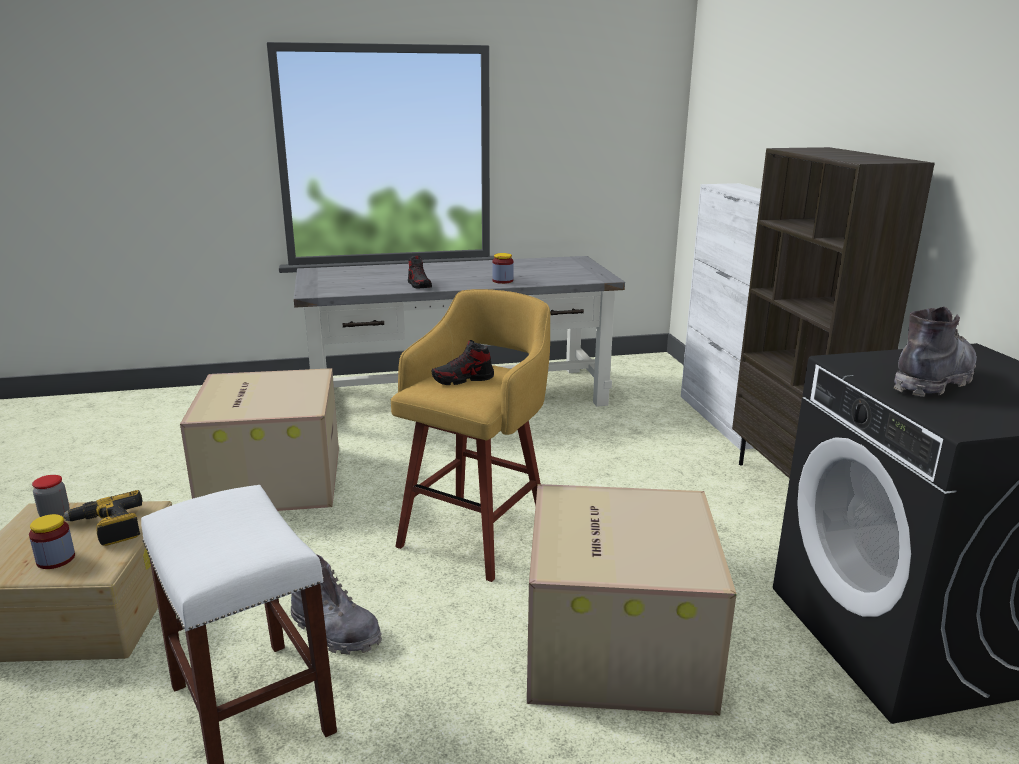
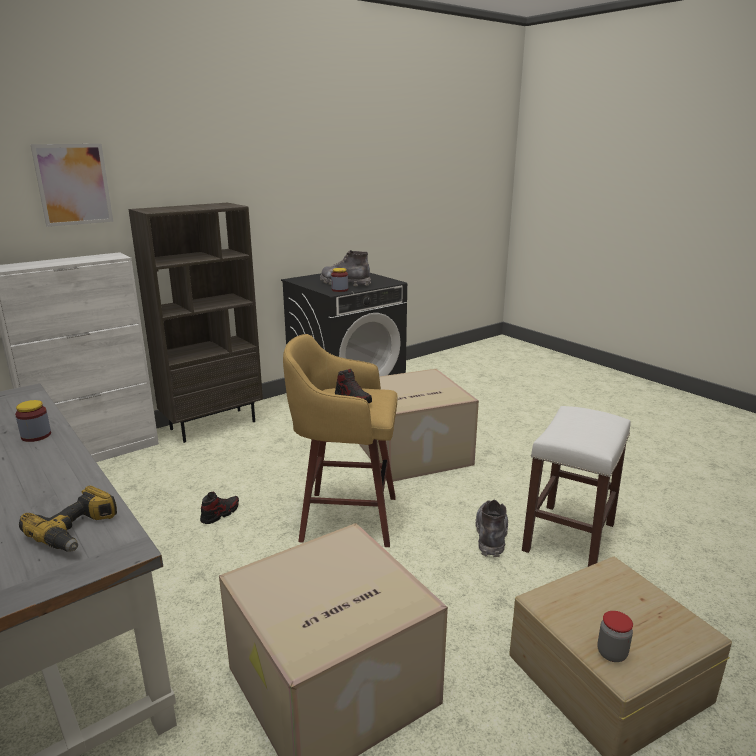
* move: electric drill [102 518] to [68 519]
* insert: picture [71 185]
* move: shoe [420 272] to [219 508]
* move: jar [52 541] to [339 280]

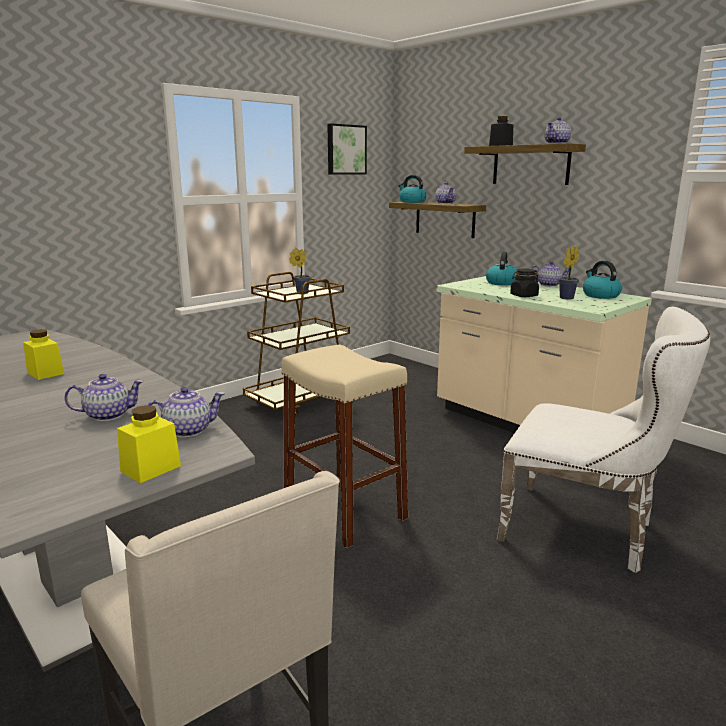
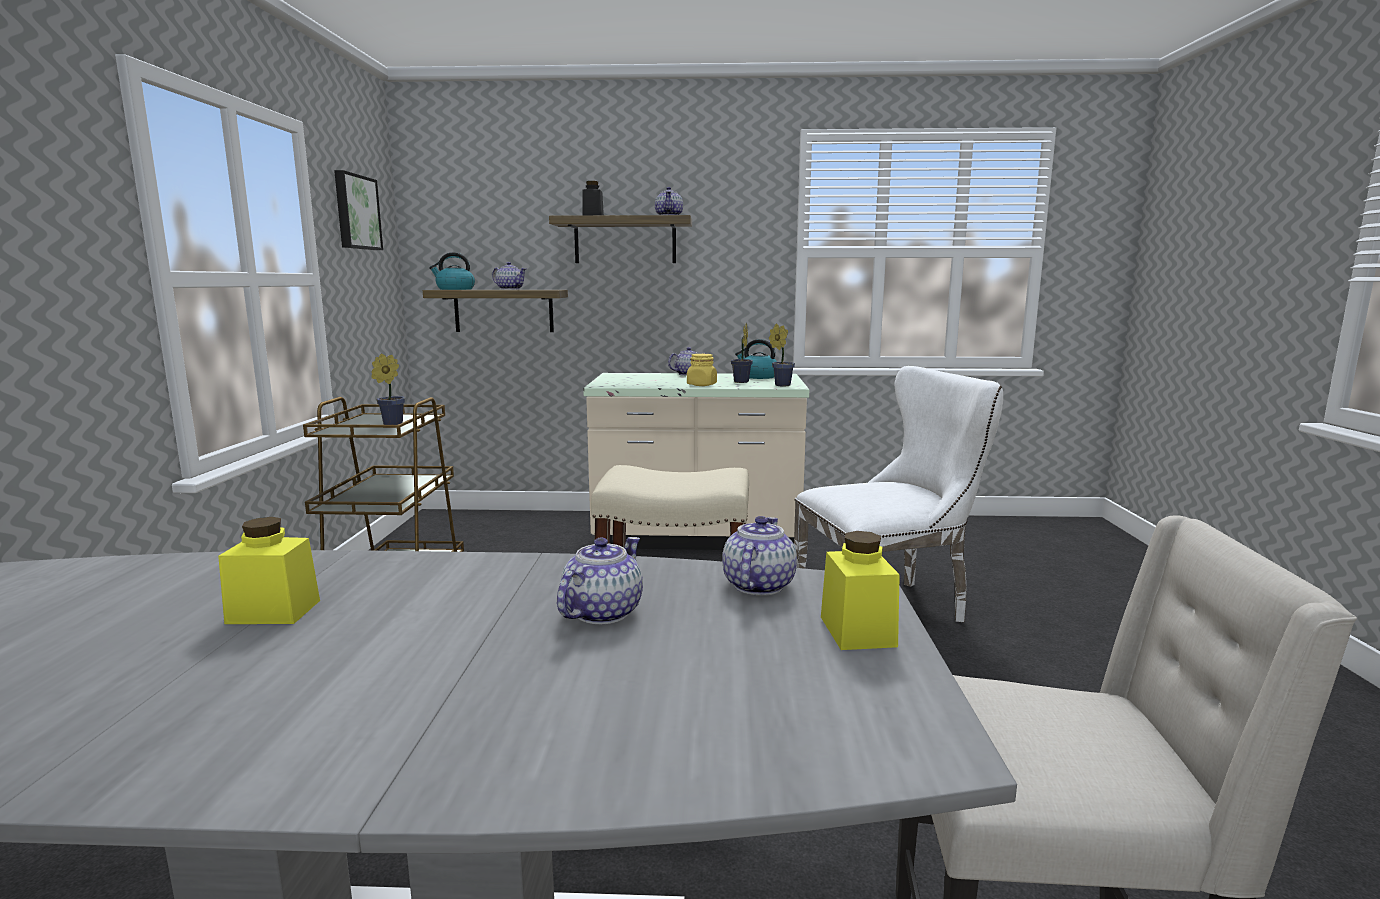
* recolor: blackish jar [524 283] to yellowish jar [702 370]
* insert: potted plant [782 355]
* delete: tea kettle [501 268]

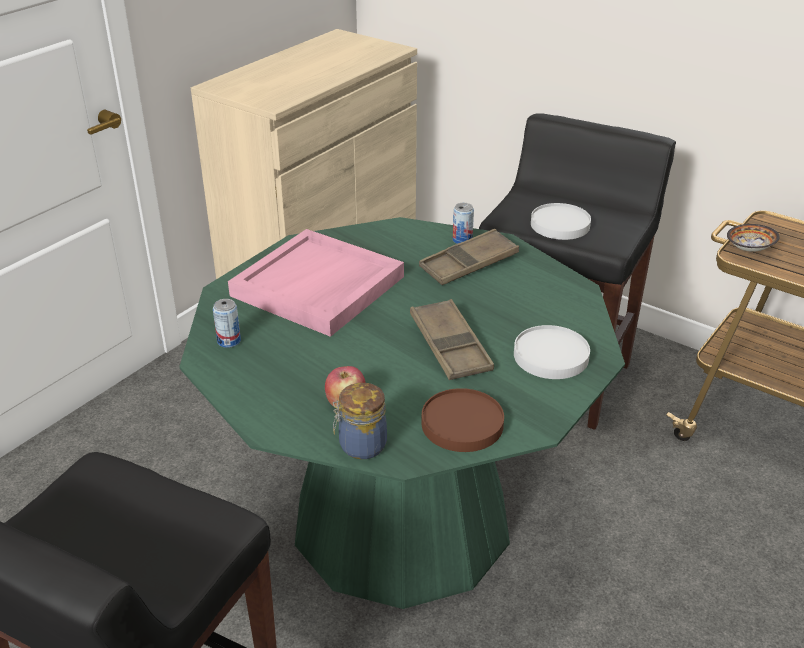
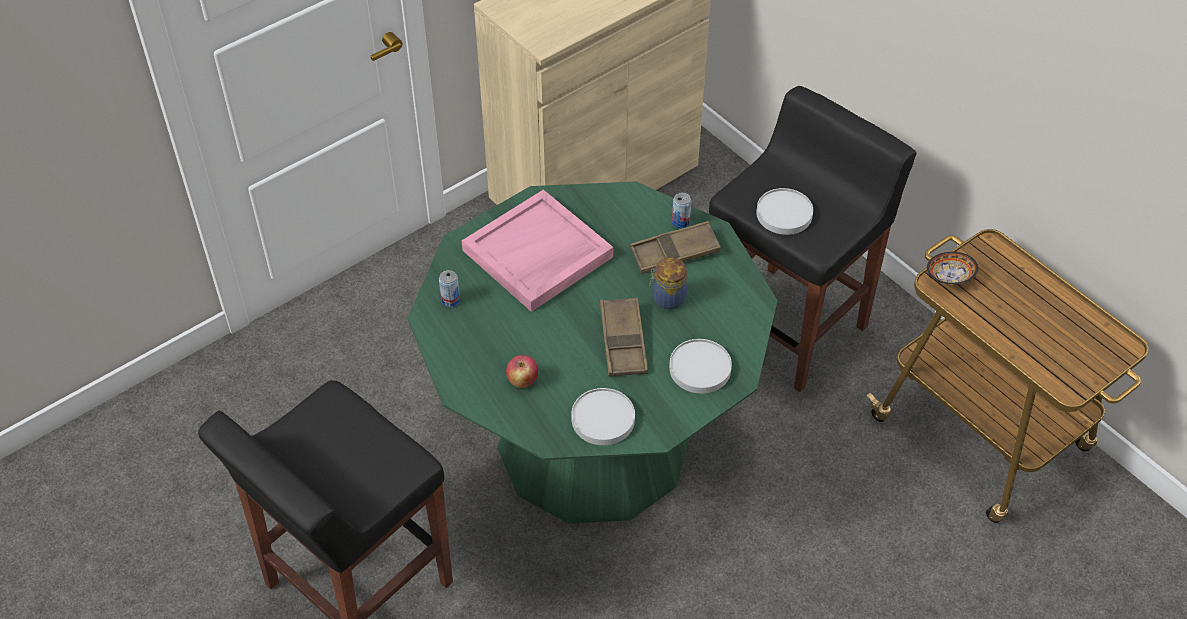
* recolor: brown flat dish [462 420] to white flat dish [603 416]
* move: jar [360 421] to [668 283]

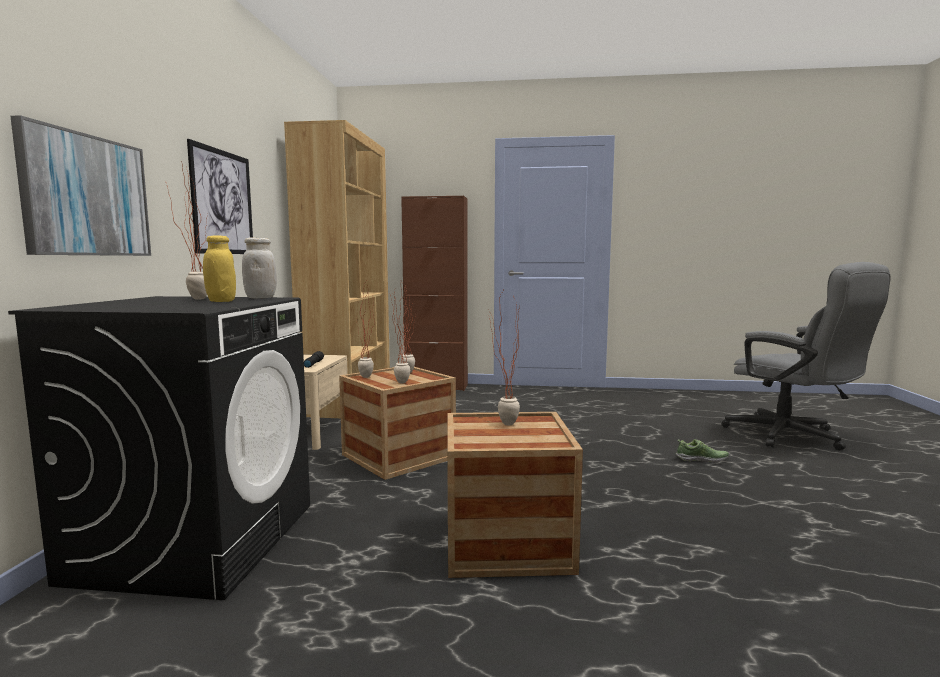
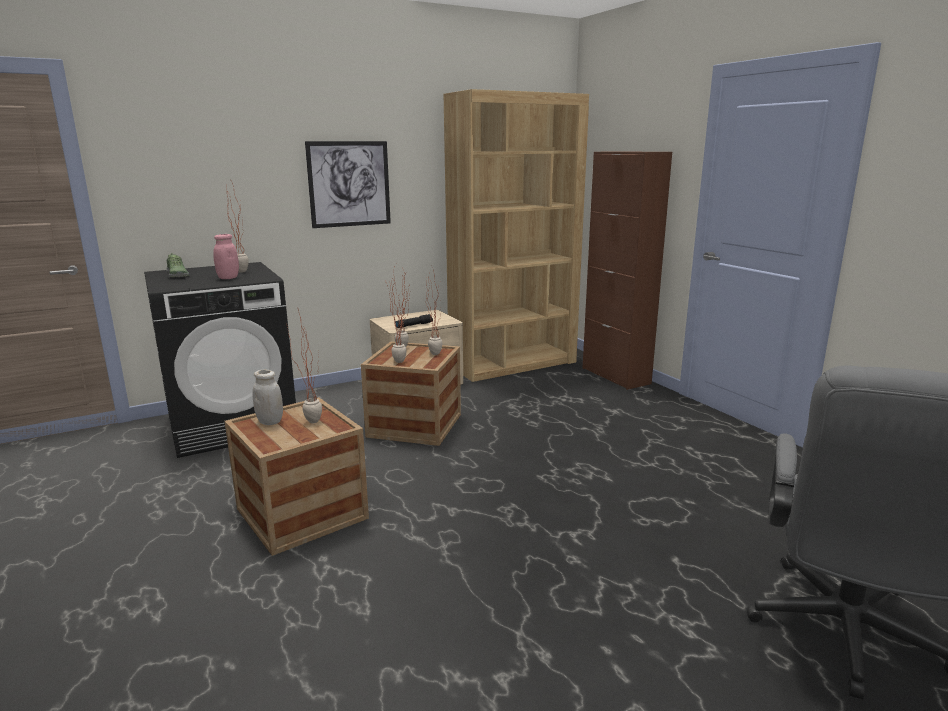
* move: shoe [702 451] to [178 265]
* recolor: yellowish jar [219 268] to pink-coloured jar [226 256]
* move: white jar [259 267] to [267 397]
* delete: picture [80 185]

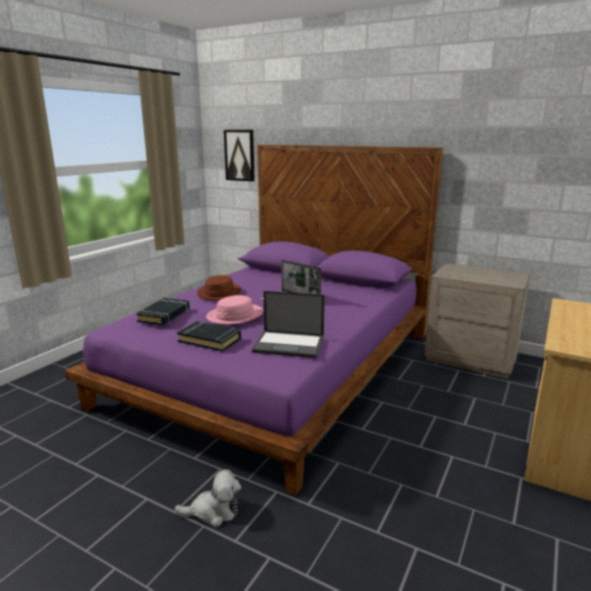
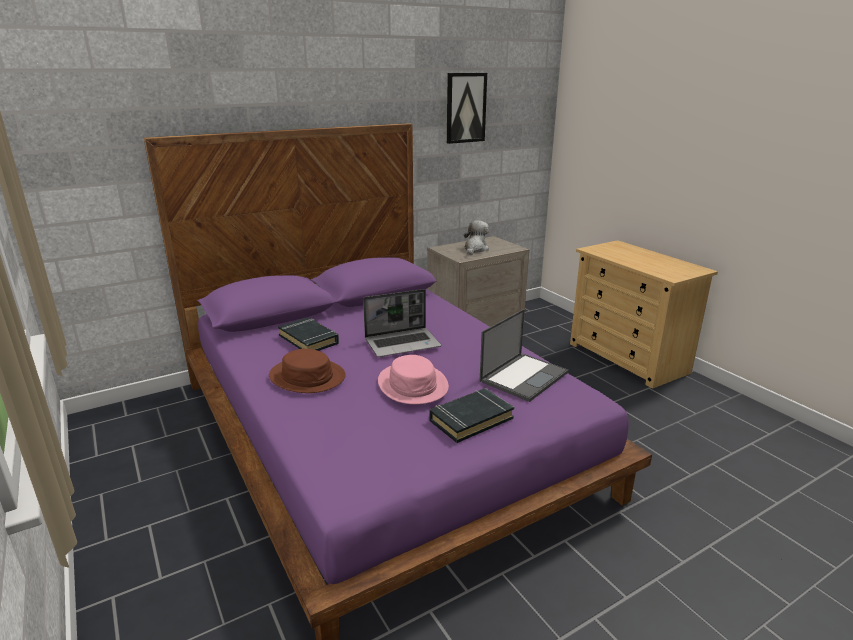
* move: blackish bound book [163 312] to [308 334]
* move: picture [239 155] to [467 108]
* move: plush toy [207 498] to [476 237]

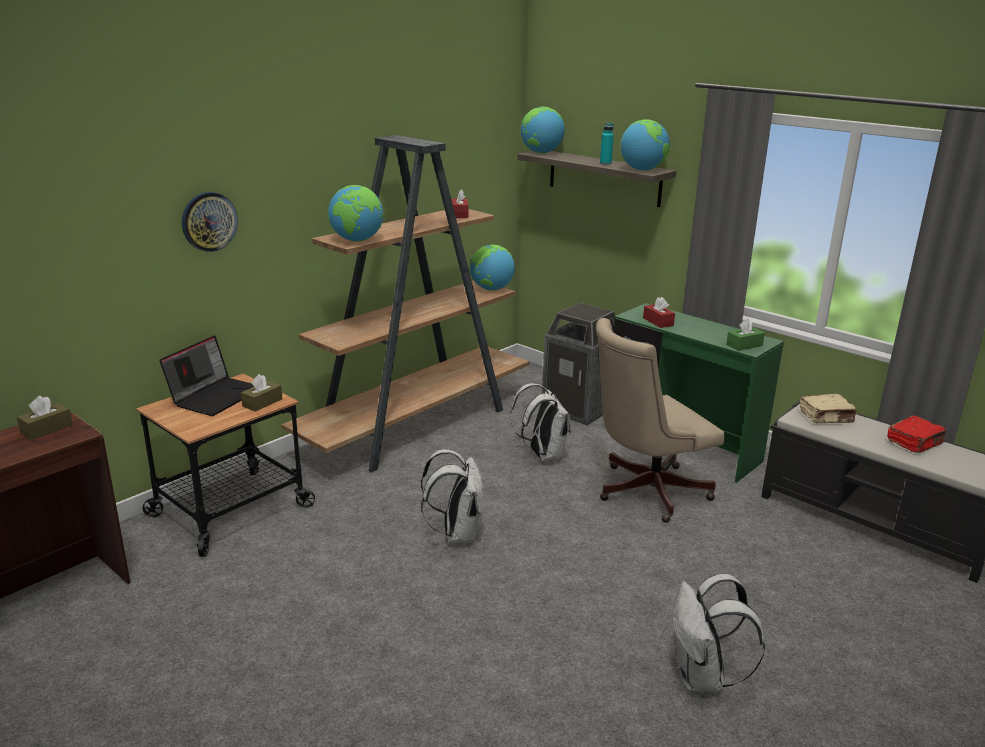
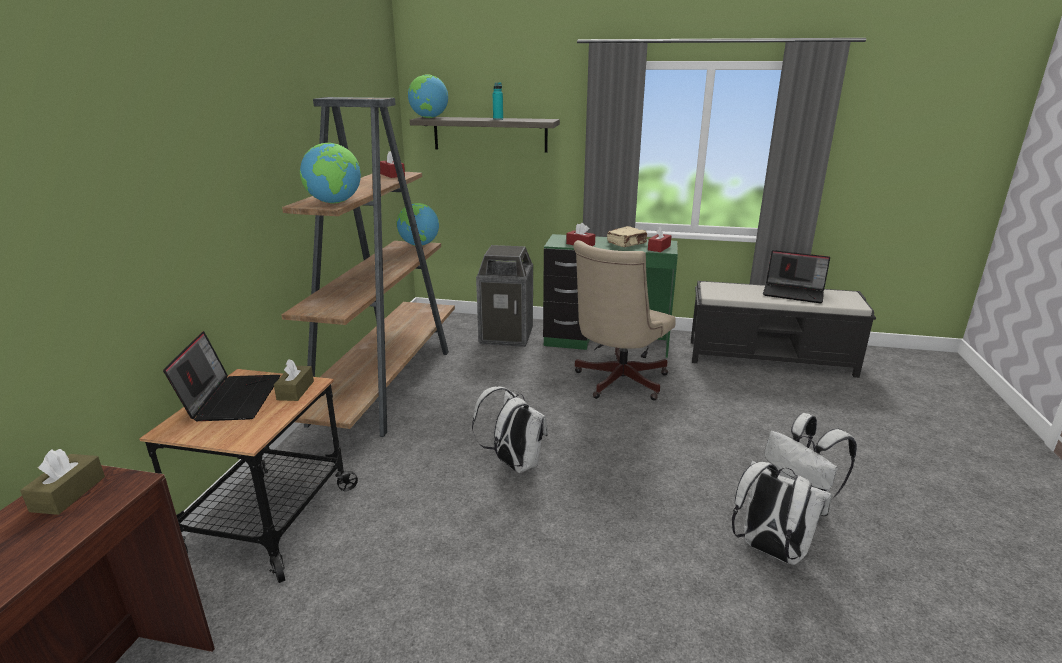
* move: beige-coloured bound book [828 408] to [627 236]
* recolor: green-coloured tissue holder [745 335] to reddish tissue holder [659 239]
* move: white knapsack [540 422] to [782 512]
* replace: reddish bound book [916 434] to laptop [796 276]
* delete: hanging clock [210 222]
* delete: desk globe [645 145]

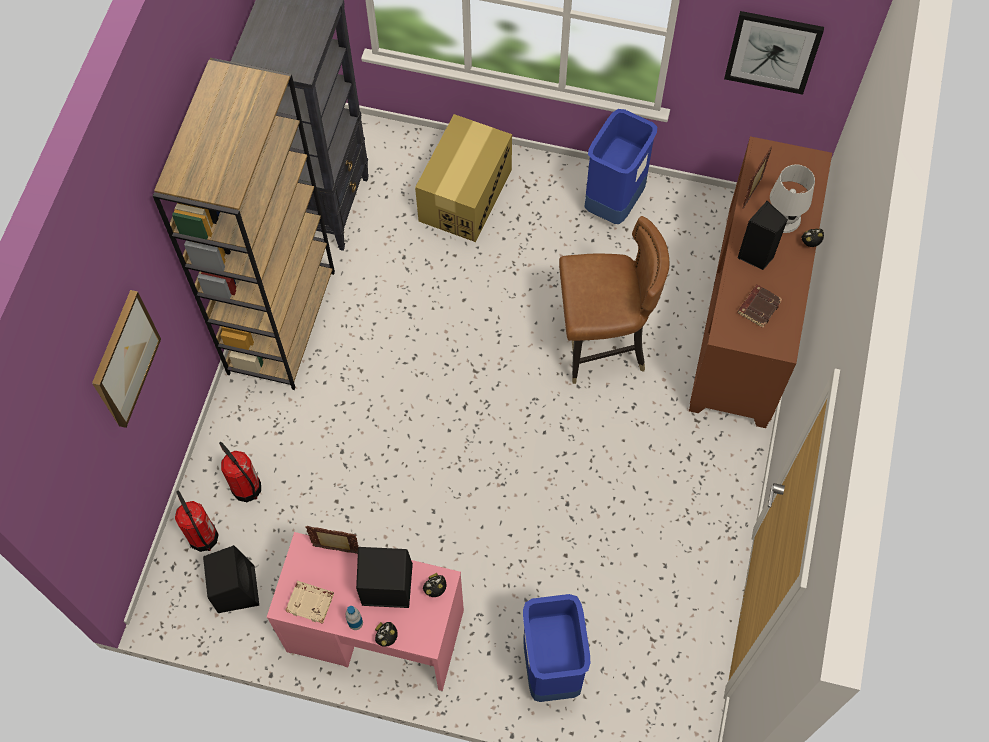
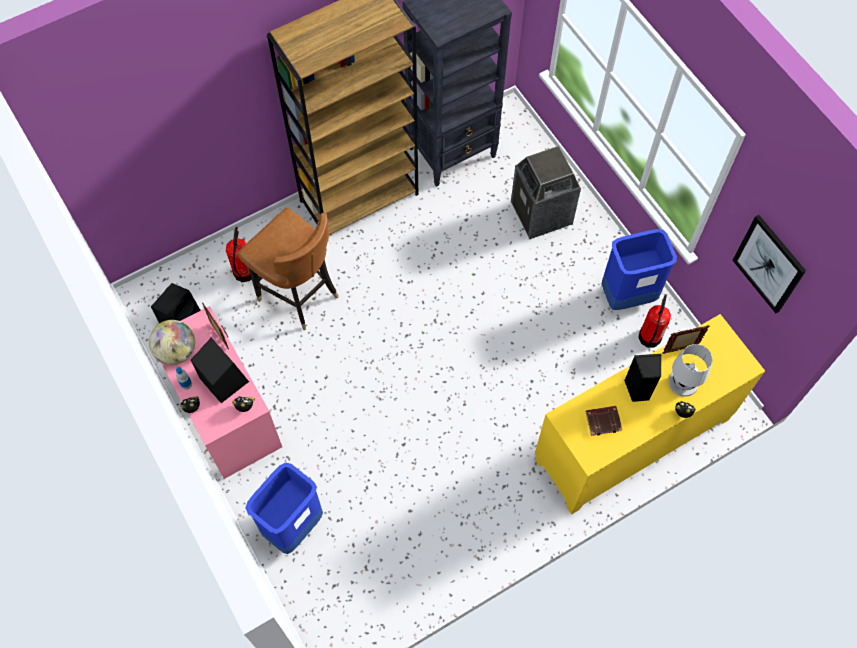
* replace: beige-coloured bound book [310 602] to desk globe [172 342]
* move: brown chair [614 300] to [288 269]
* replace: cardboard box [463 178] to waste bin [546 192]
* recolor: brown cupboard [760 282] to yellowish cupboard [650 414]
* move: extinguisher [197 521] to [654 321]
* delete: picture [126 359]

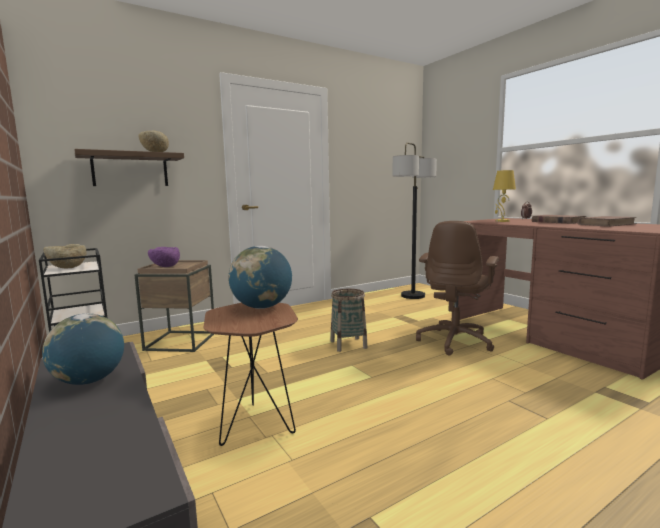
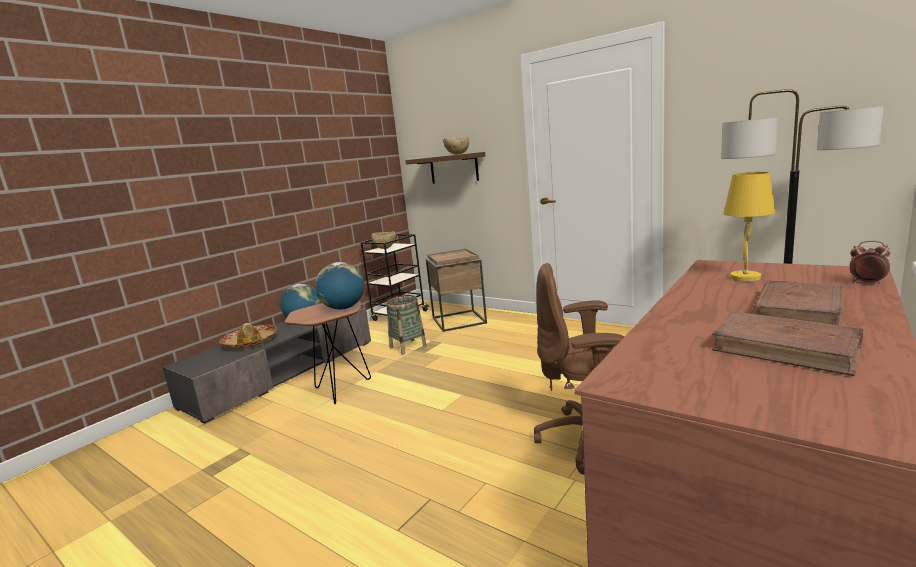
* insert: wearable hat [248 336]
* move: household basket [349 320] to [406 325]
* delete: purple-coloured bowl [164 257]

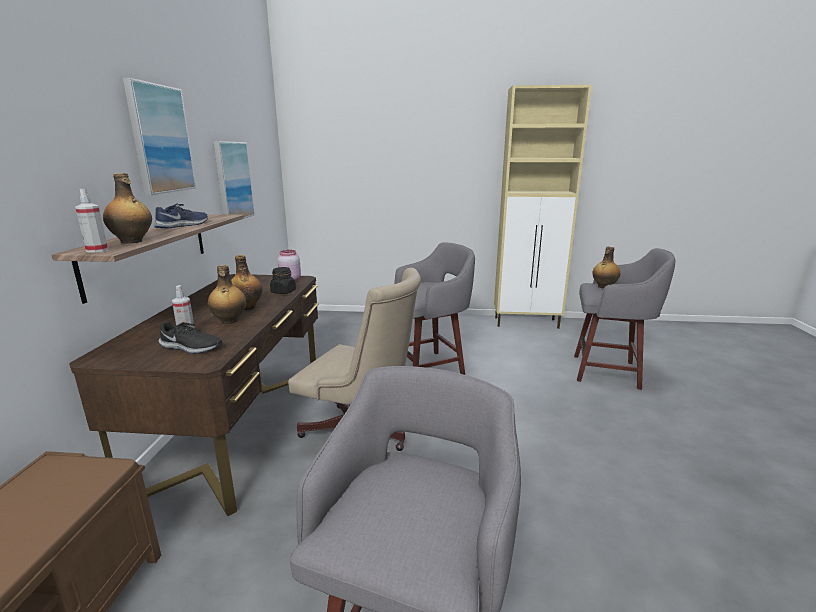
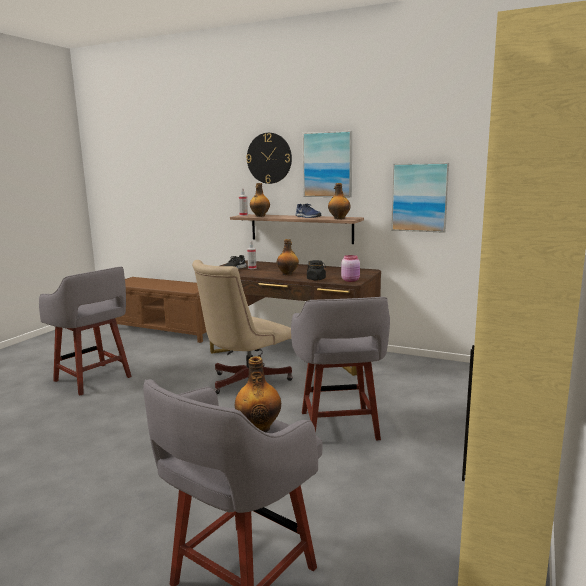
* insert: hanging clock [269 158]
* move: drink bottle [227 294] to [339 201]

